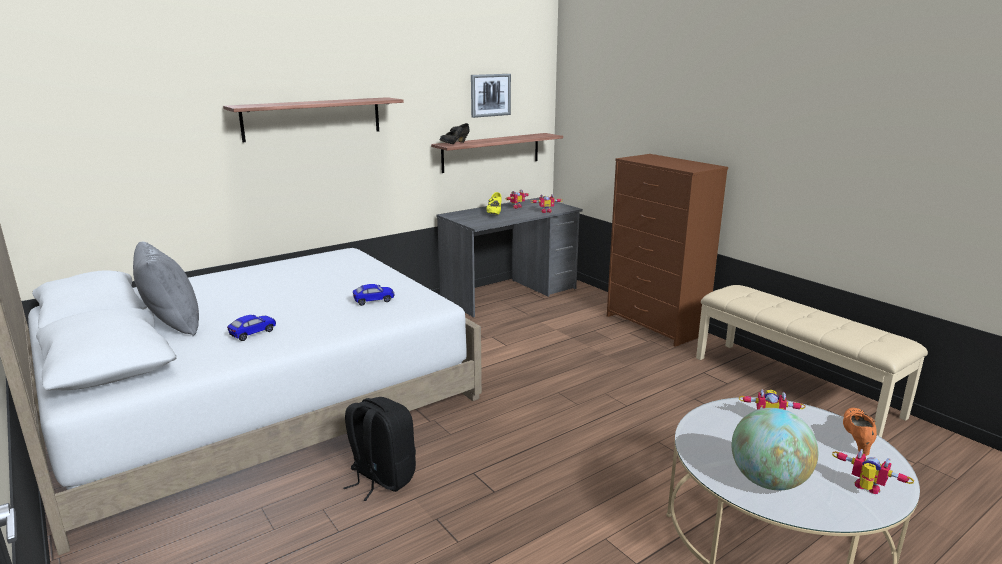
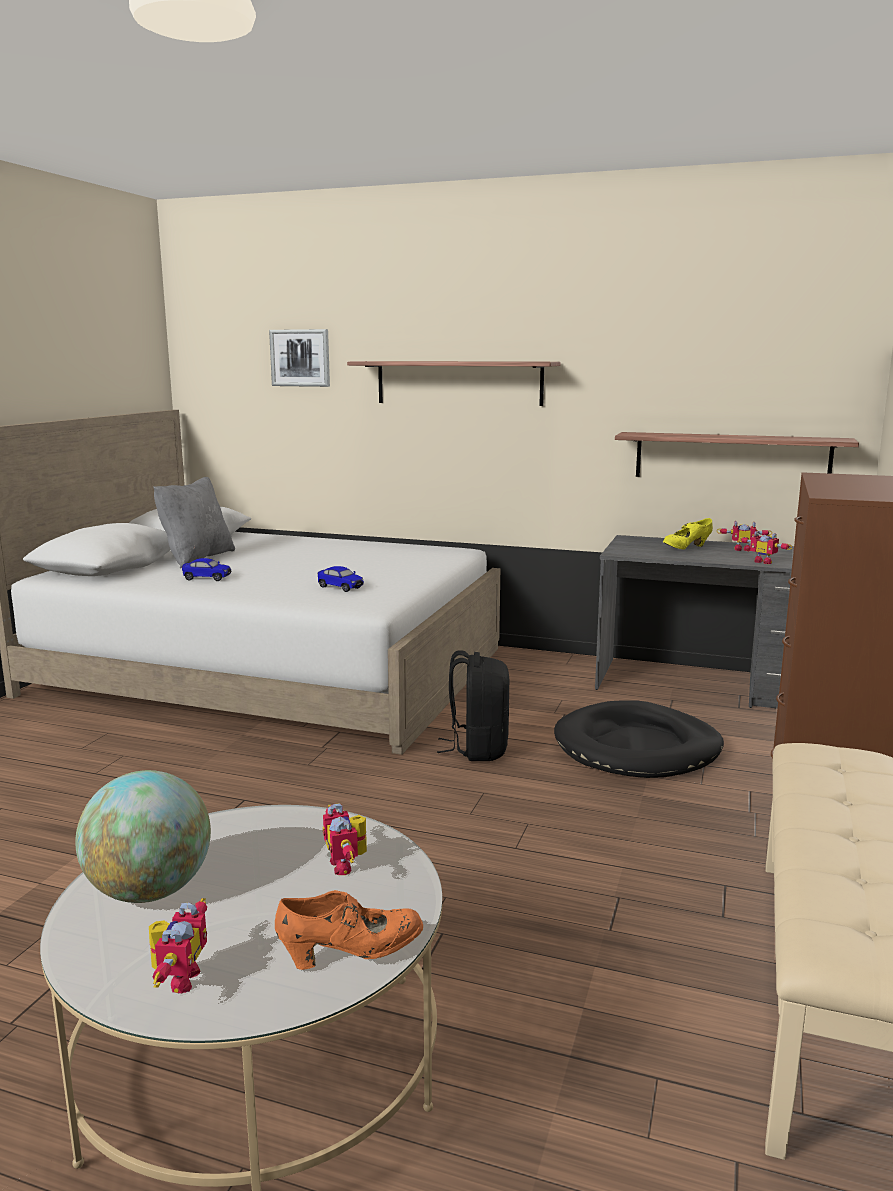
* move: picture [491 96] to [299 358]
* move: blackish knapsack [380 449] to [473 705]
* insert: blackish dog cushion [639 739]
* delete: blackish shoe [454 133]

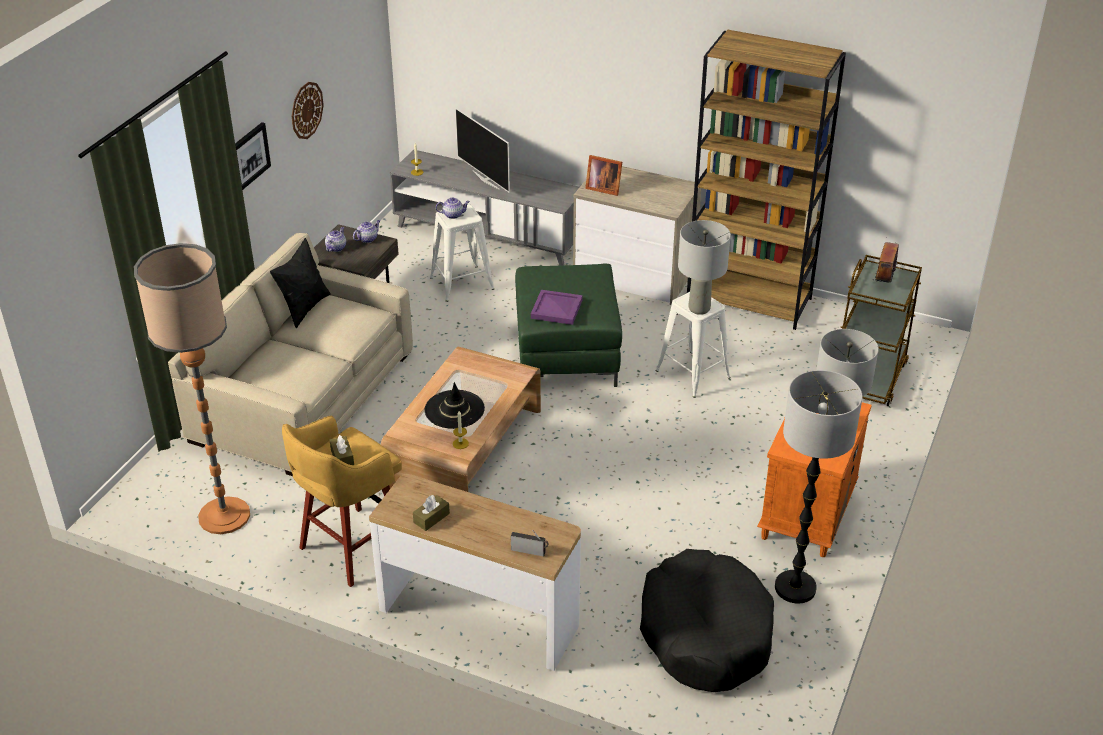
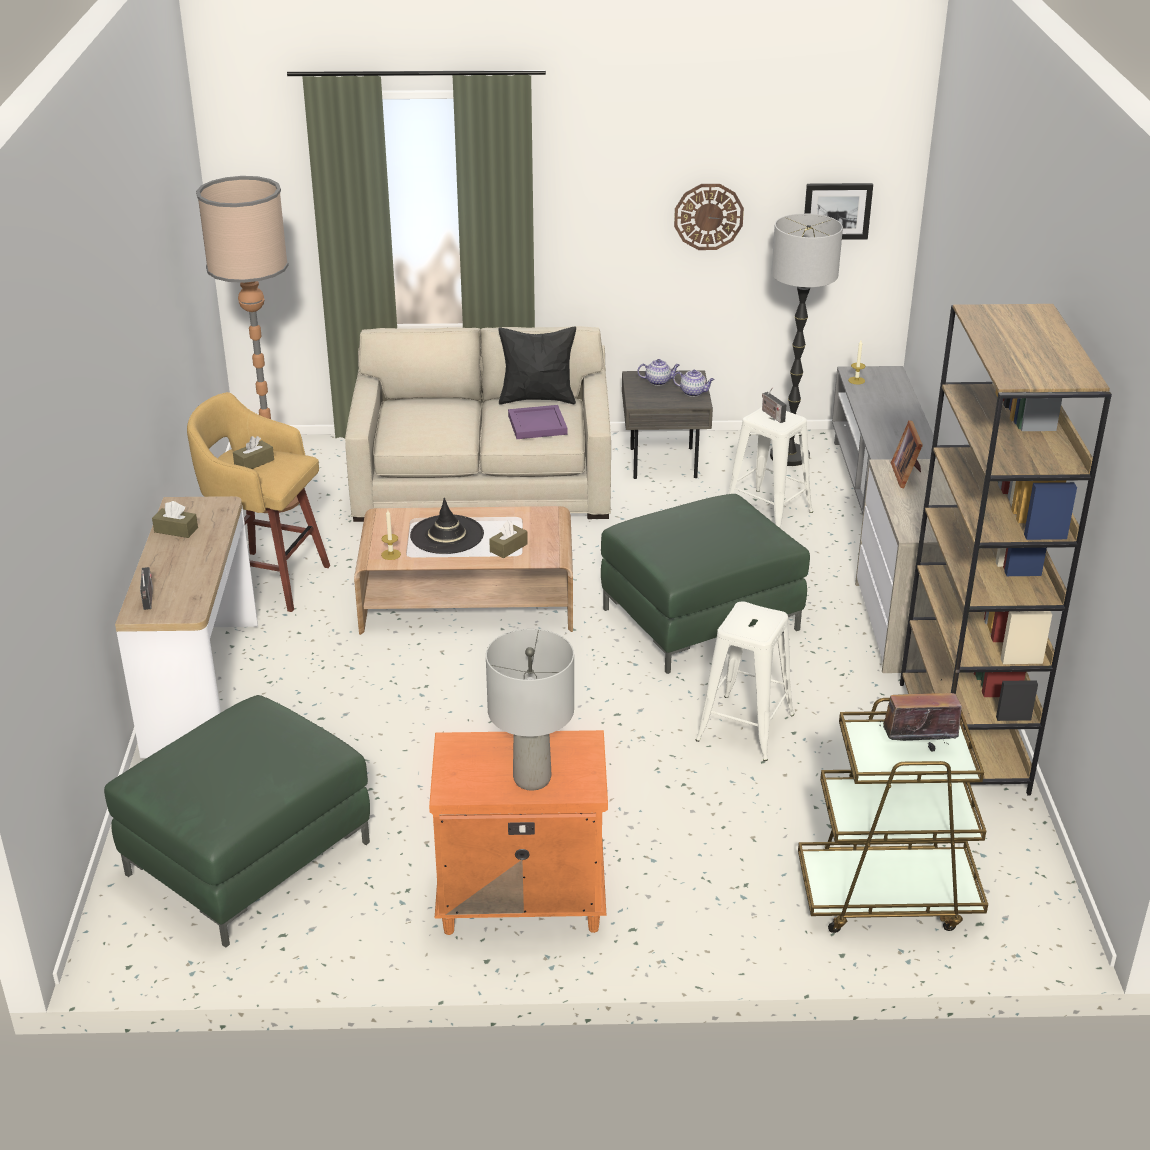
* replace: blackish dog cushion [707 620] to green-coloured ottoman [237 821]
* insert: brown tissue holder [508 539]
* move: purple-coloured carrying tray [556 307] to [538 422]
* replace: tea pot [453 208] to radio receiver [774 405]
* move: standard lamp [818 486] to [806 339]
* move: picture [253 156] to [838 211]
* delete: TV [482 150]
* delete: greyish lamp for a table [704 267]

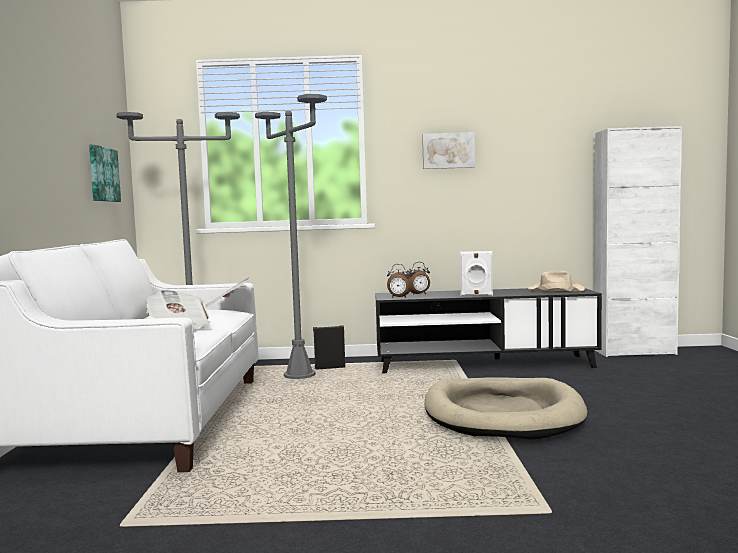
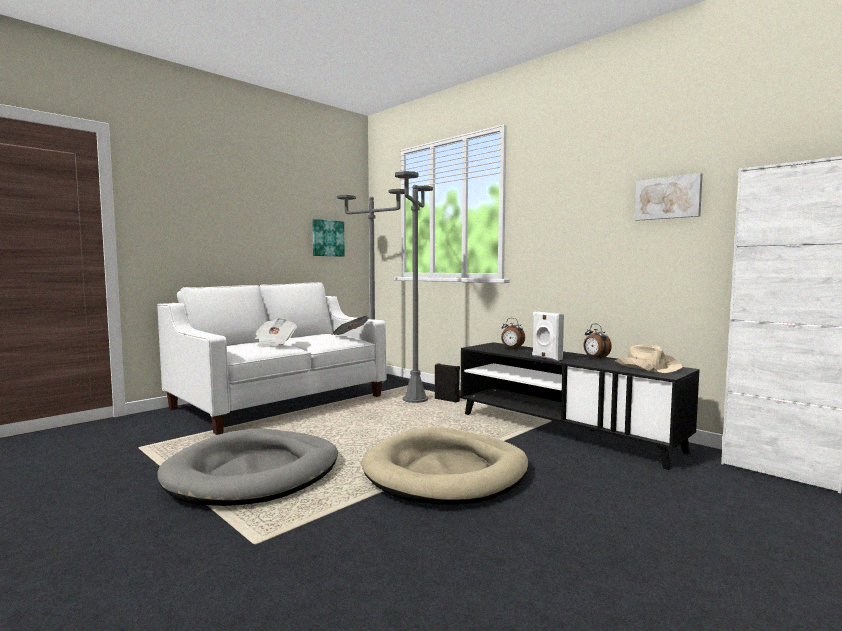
* insert: greyish dog cushion [247 467]
* move: table clock [399 281] to [597 341]
* move: picture [448 150] to [669 197]

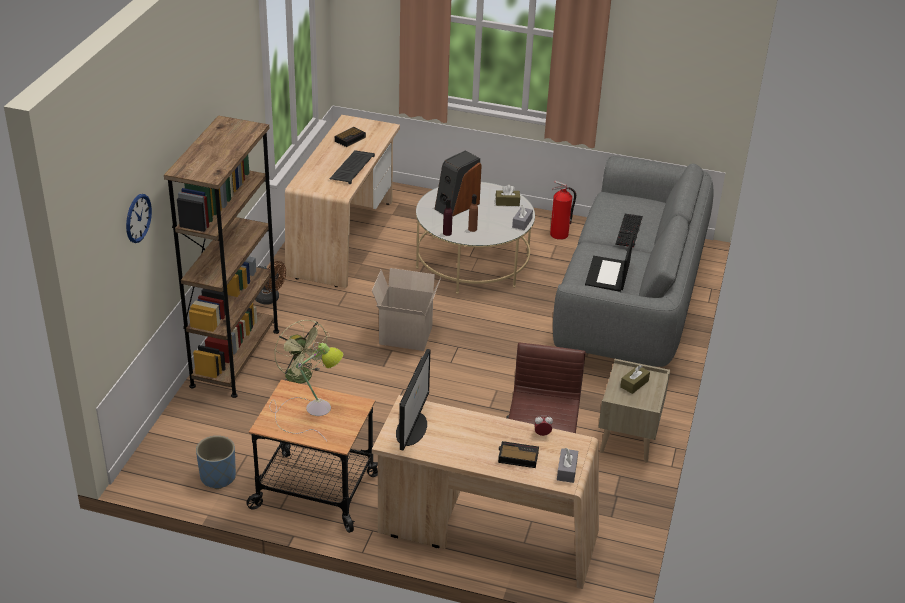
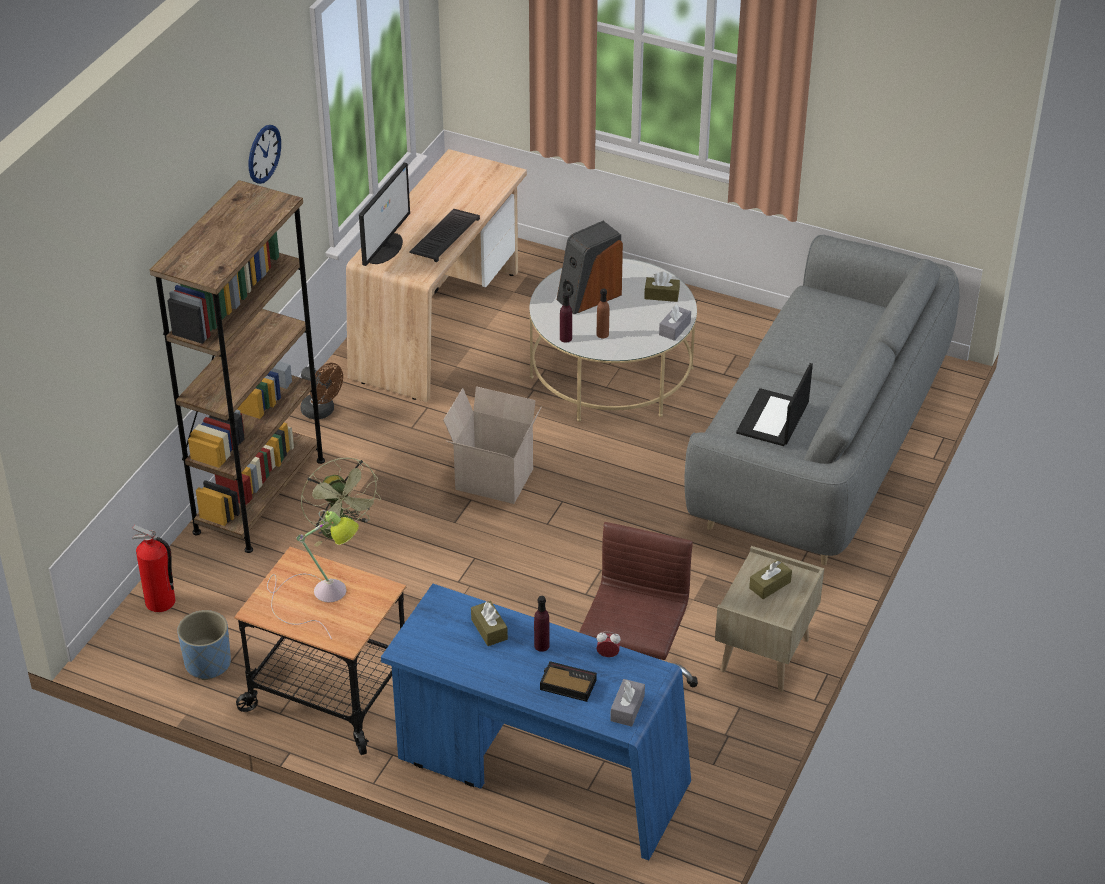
* move: extinguisher [563 210] to [153 568]
* move: hanging clock [139 218] to [265 154]
* move: computer screen [413 400] to [384 214]
* recolor: beige-coloured desk table [485 492] to bluish desk table [536 722]
* insert: brown tissue holder [489 623]
* insert: purple-coloured drink bottle [542 624]
* delete: table clock [350 137]
* delete: computer keyboard [629 231]

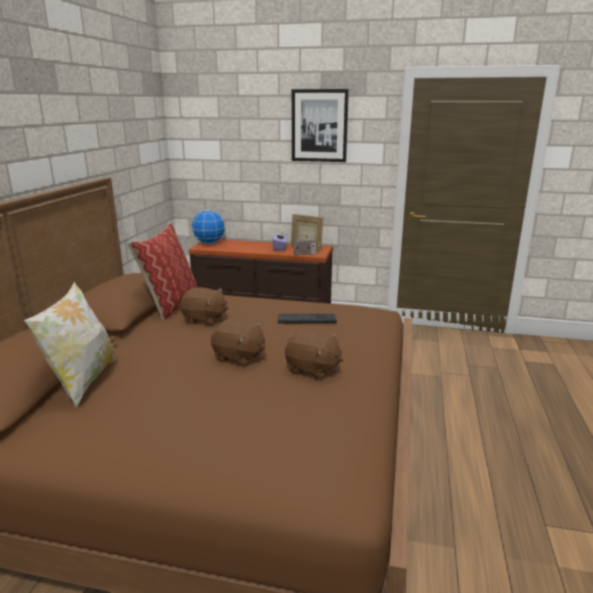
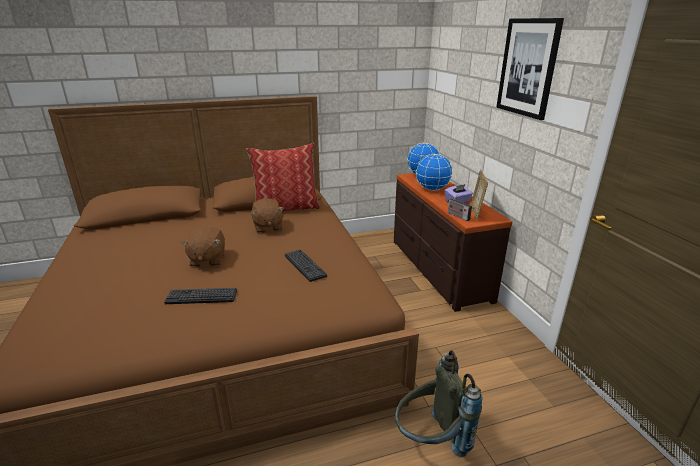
* replace: brown plush toy [314 354] to computer keyboard [200 296]
* insert: greyish knapsack [438 403]
* insert: desk globe [434 172]
* delete: pillow [70 345]

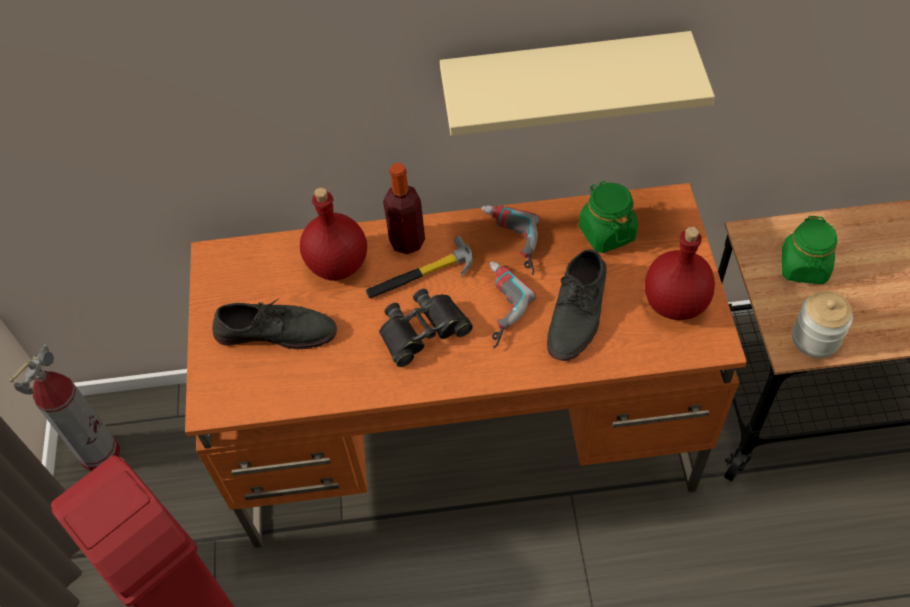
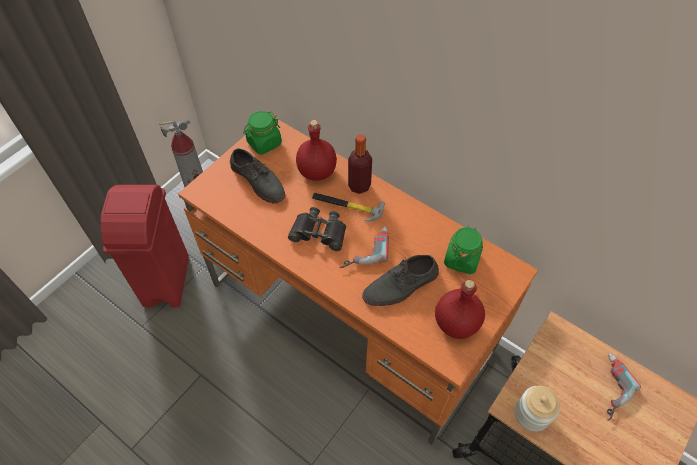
* move: green-coloured jar [809 250] to [262 133]
* move: electric drill [510 240] to [624 387]
* delete: beige-coloured shelf [577 83]

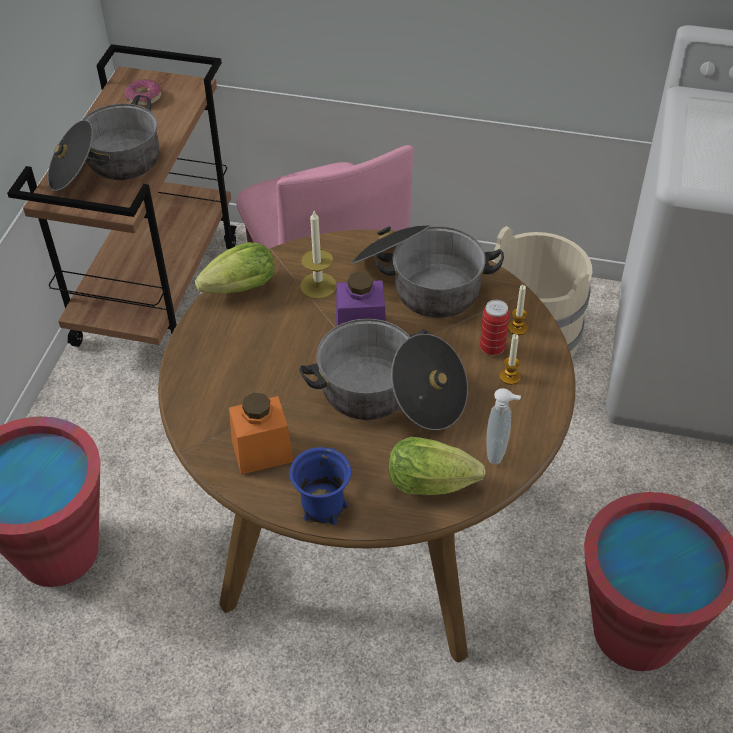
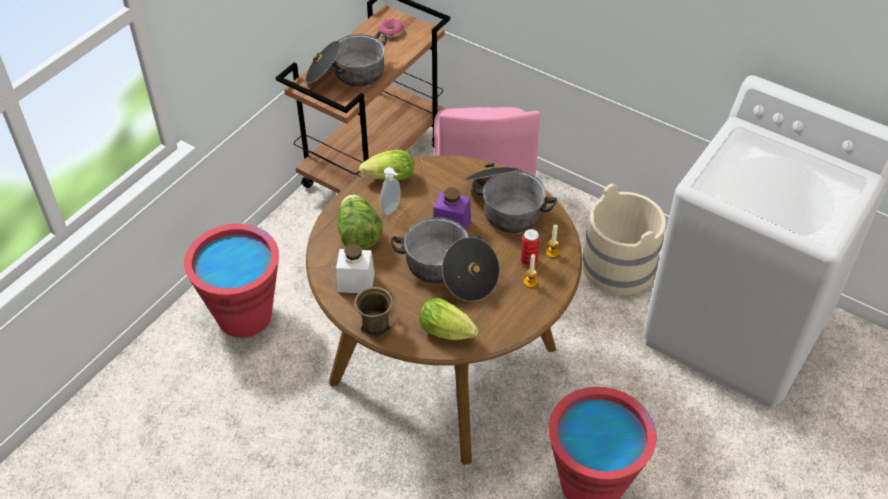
* recolor: orangey jar [261 434] to white jar [355 268]
* insert: lettuce head [360 222]
* recolor: bluish mug [320 486] to brown mug [373 312]
* move: soap bottle [504 426] to [390 191]
* delete: wax light [318 255]

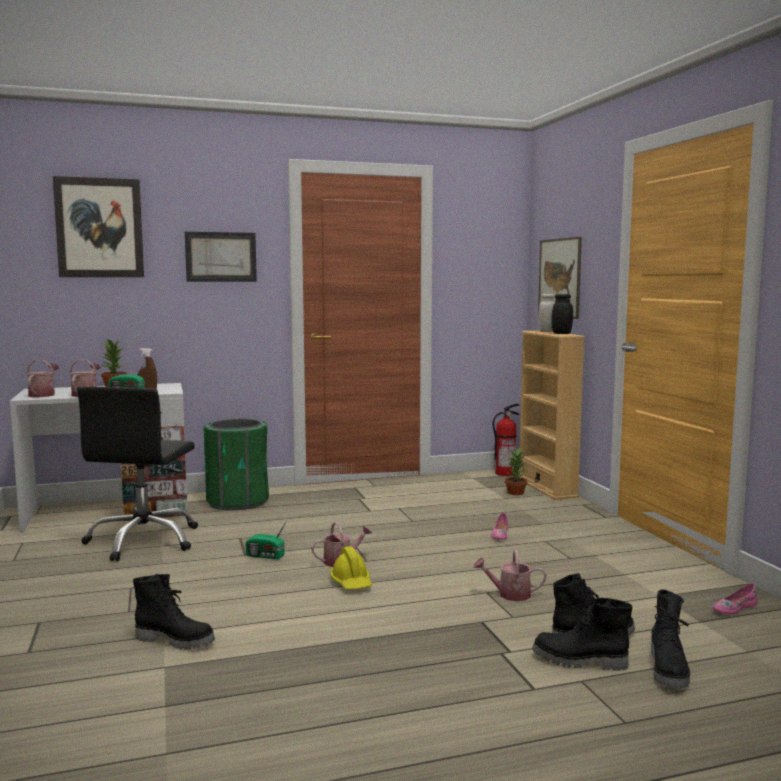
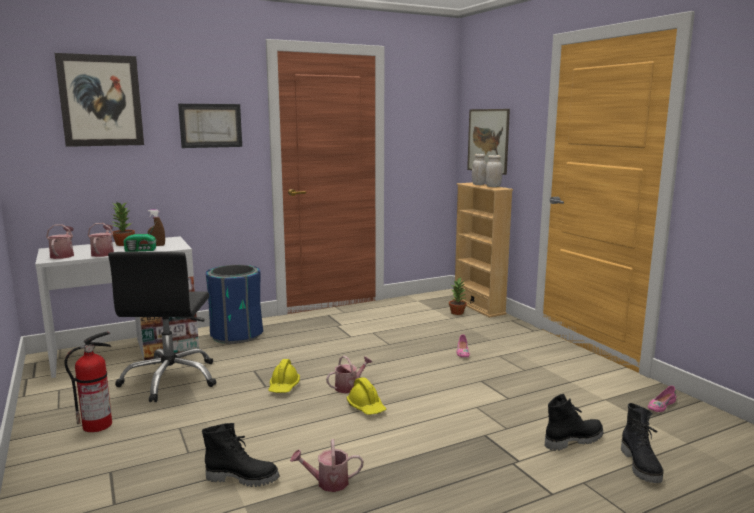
* move: extinguisher [506 440] to [88 382]
* recolor: green-coloured waste bin [236 464] to bluish waste bin [234 304]
* replace: radio receiver [265 541] to yellowish work helmet [284 376]
* move: watering can [510 575] to [326 465]
* recolor: blackish jar [562 314] to white jar [493 171]
* delete: blackish high-top boot [582 634]

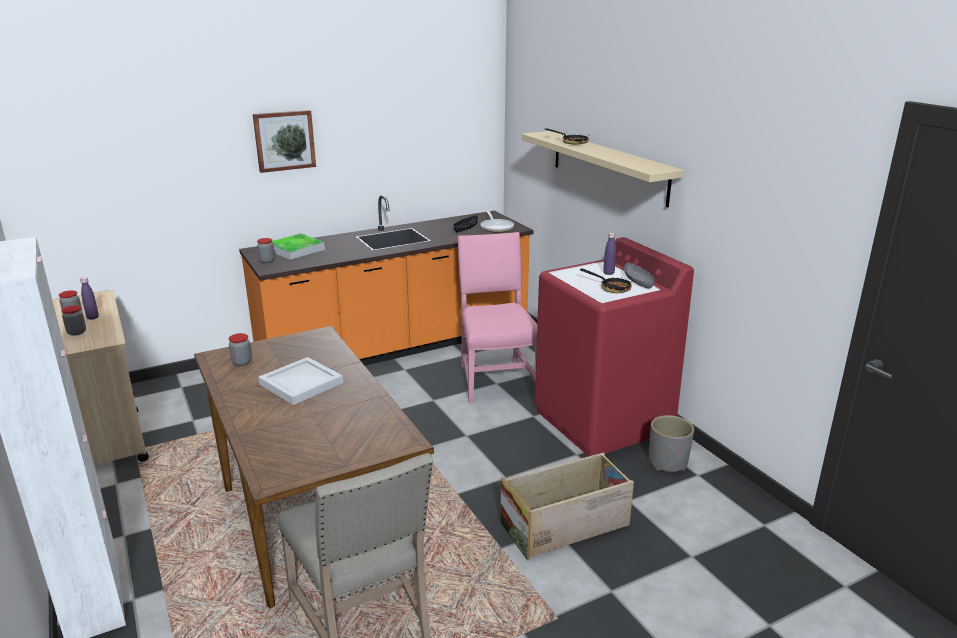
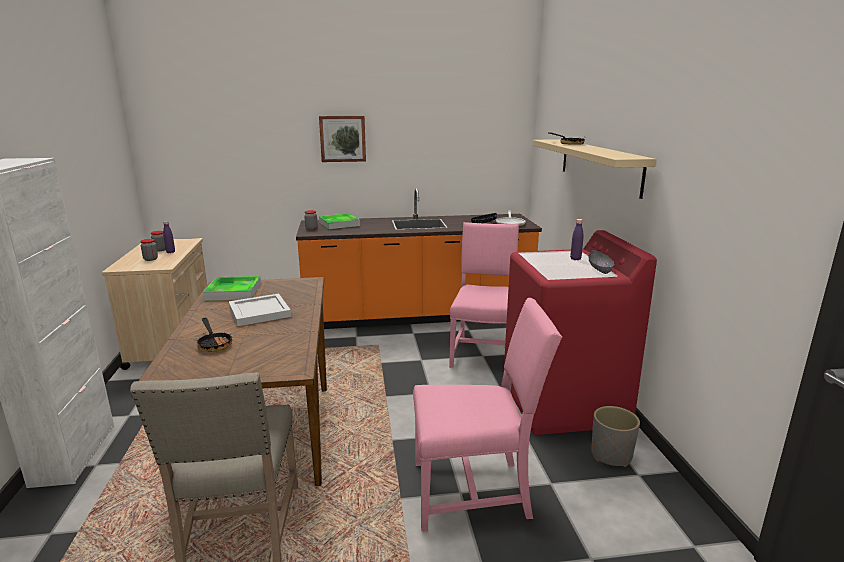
* move: skillet [606 281] to [214 335]
* replace: jar [240 349] to carrying tray [232 288]
* replace: packing crate [567 506] to pink-coloured chair [487 414]

